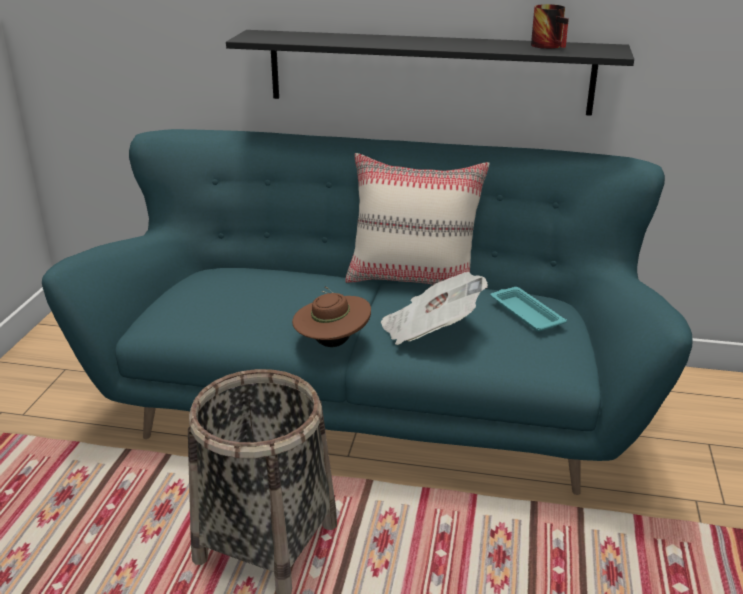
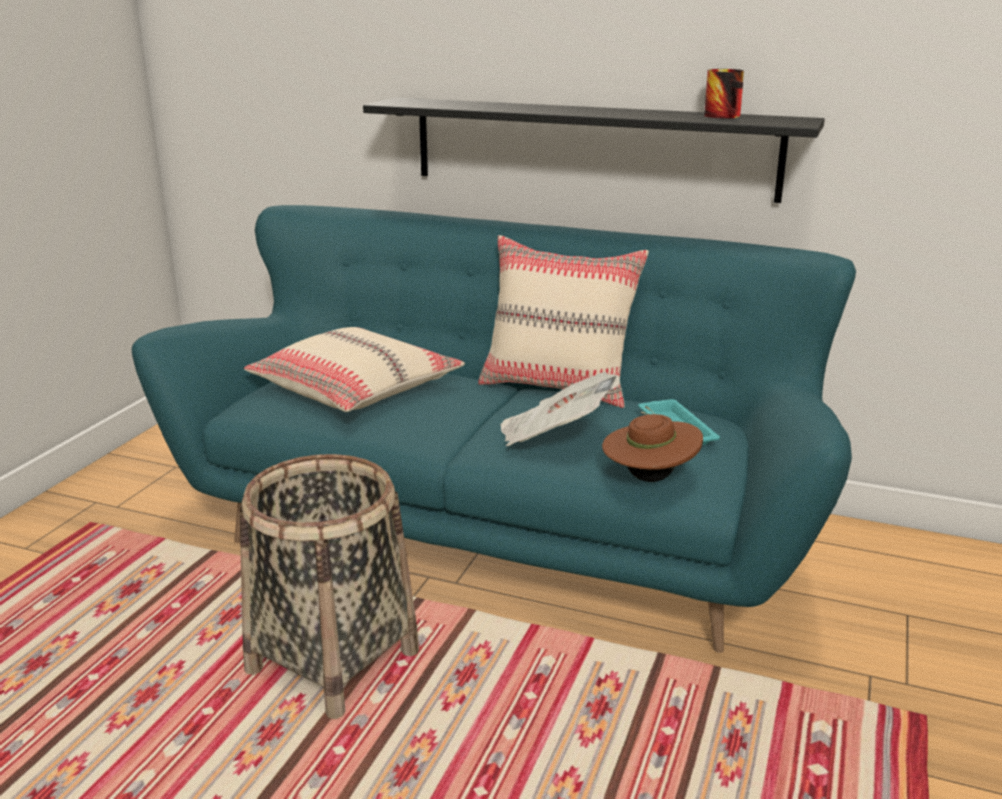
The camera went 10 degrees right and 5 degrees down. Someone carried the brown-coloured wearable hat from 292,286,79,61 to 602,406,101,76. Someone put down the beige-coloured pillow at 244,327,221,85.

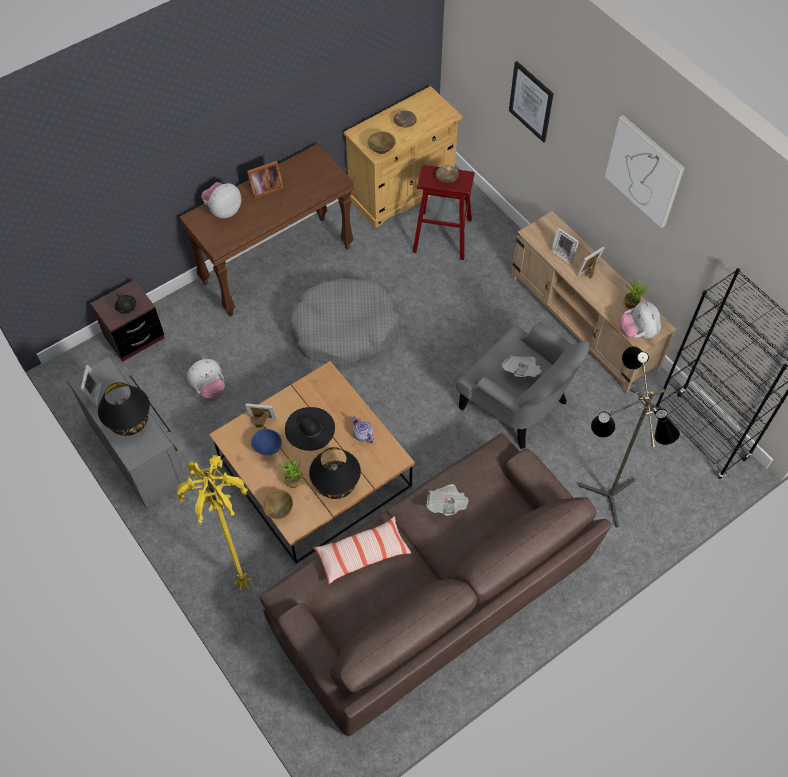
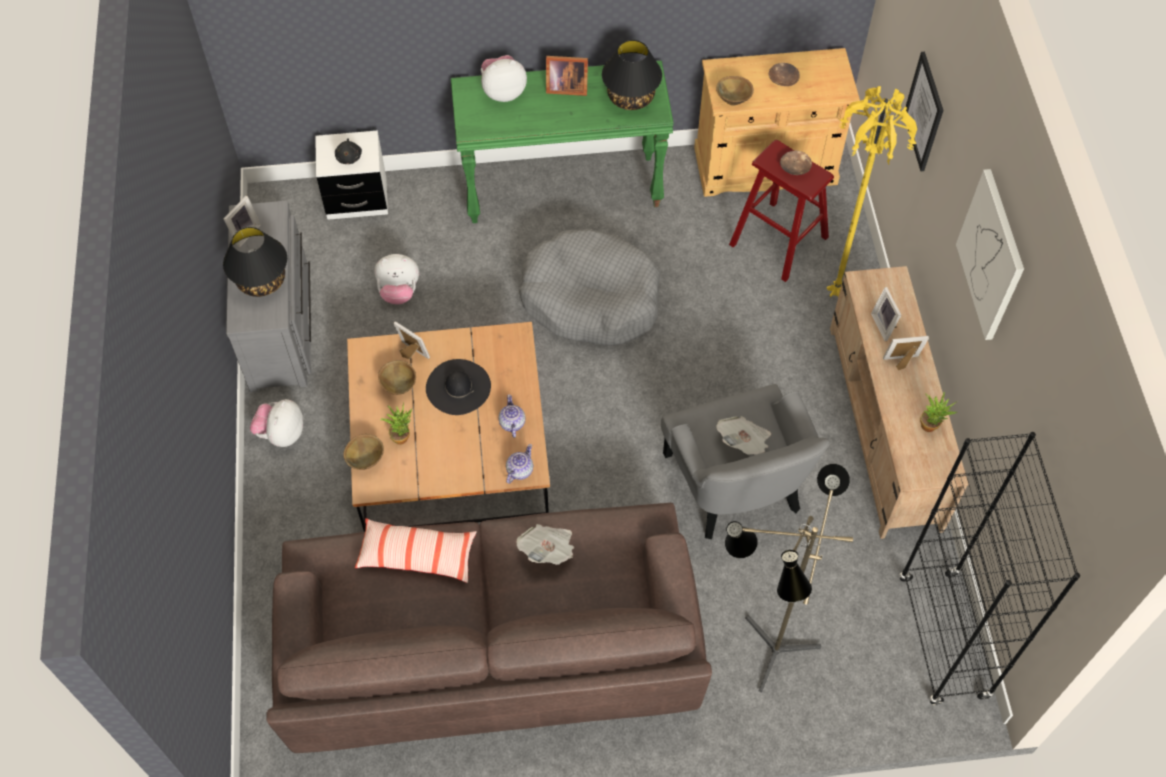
The camera went 30 degrees right and 0 degrees up. Someone repainted the brown-coloured bedside table at 90,280,75,82, which became the whitish bedside table at 315,130,73,90. Someone carried the yellow-coloured floor lamp from 176,455,76,135 to 827,86,90,211. Someone repainted the brown-coloured narrow table at 179,144,175,173, which became the greenish narrow table at 451,61,223,162. Someone repainted the blue-coloured serving bowl at 251,429,31,27, which became the brown-coloured serving bowl at 378,360,38,35. Someone carried the blackish table lamp from 309,447,52,52 to 602,40,60,70. Someone carried the cuddly toy from 619,301,42,38 to 250,399,53,48. Someone put down the tea pot at 506,444,27,40.

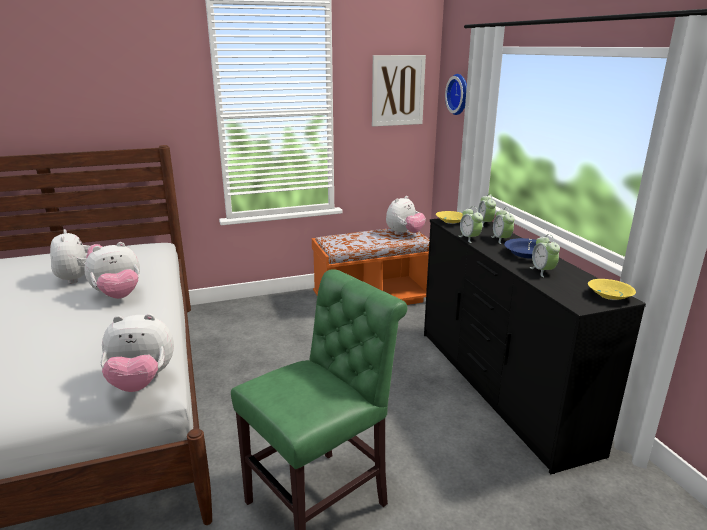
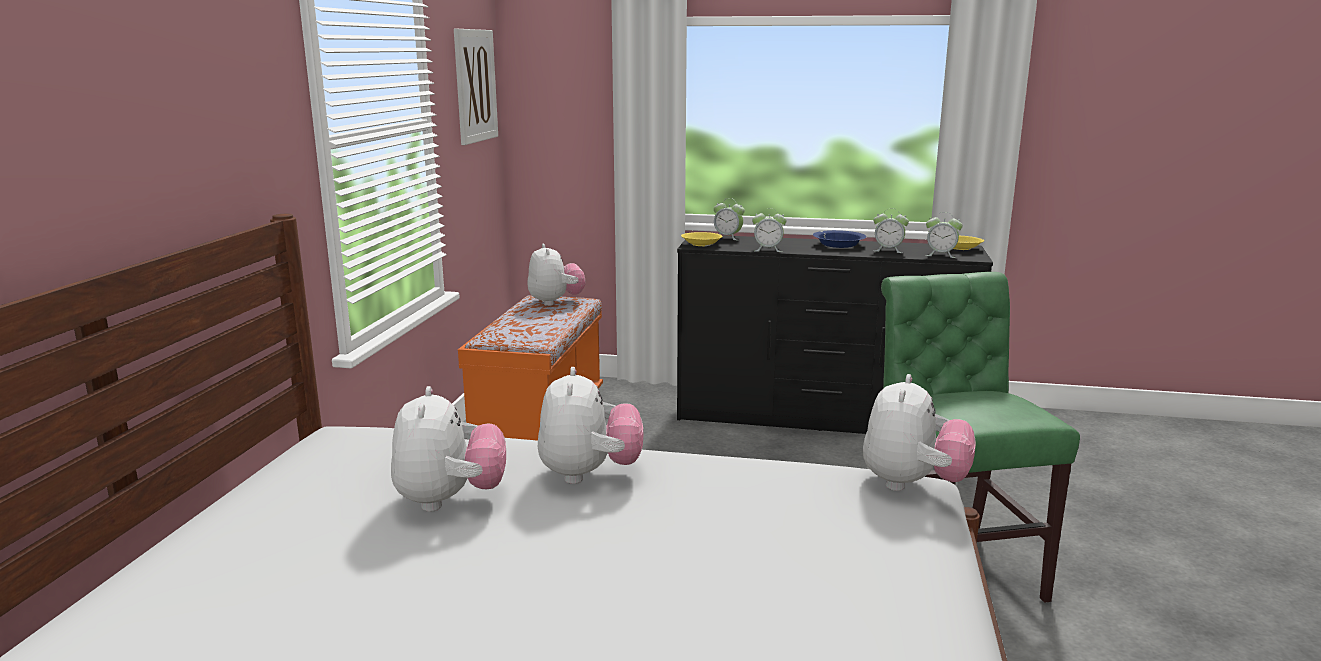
The camera went 60 degrees left and 5 degrees down. Someone rotated the cuddly toy at 50,229,52,55 by 75 degrees clockwise. Someone took away the clock on the wall at 445,74,22,41. Someone carried the table clock from 491,207,24,37 to 925,212,38,46.

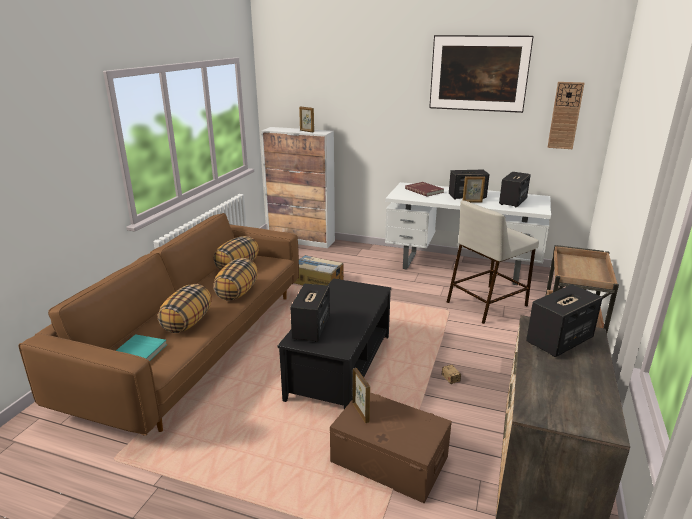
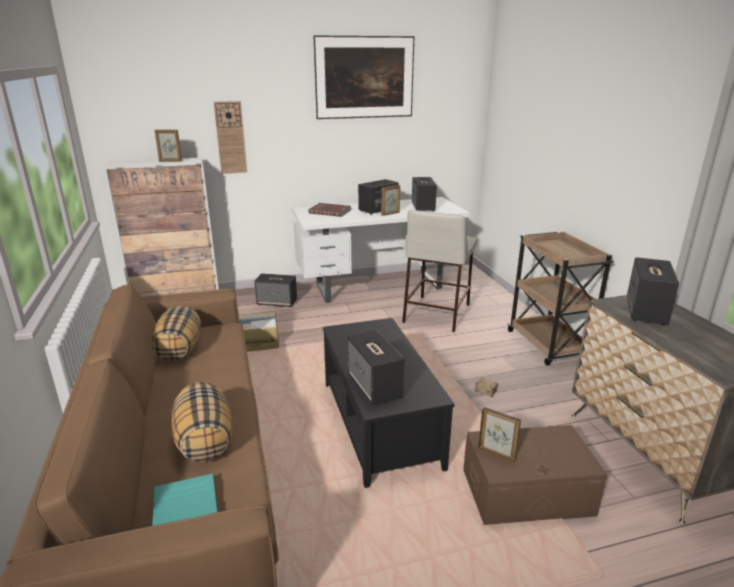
The camera went 35 degrees left and 0 degrees up. Someone took away the pillow at 213,258,45,42. Someone carried the clock on the wall from 547,82,37,67 to 213,101,34,73. Someone put down the audio speaker at 254,273,43,34.

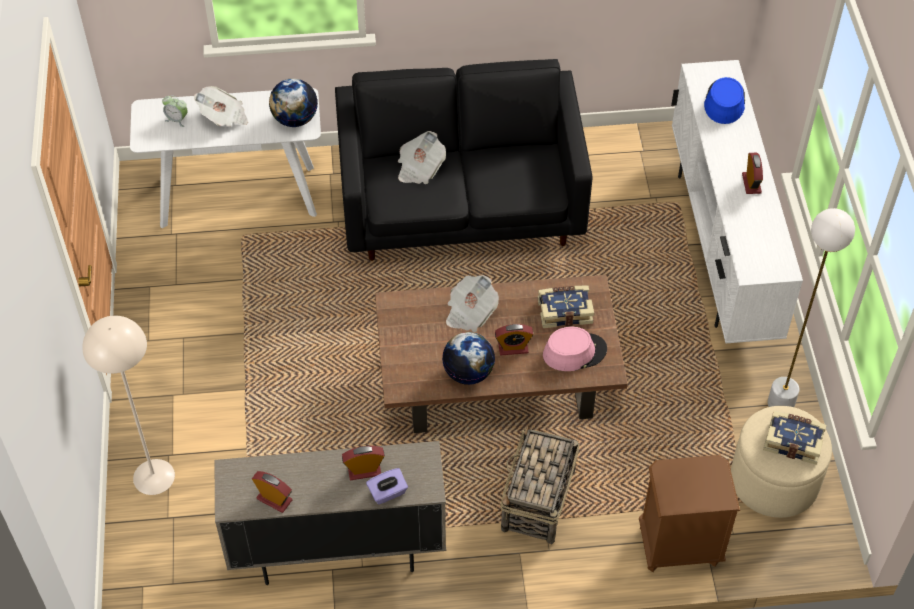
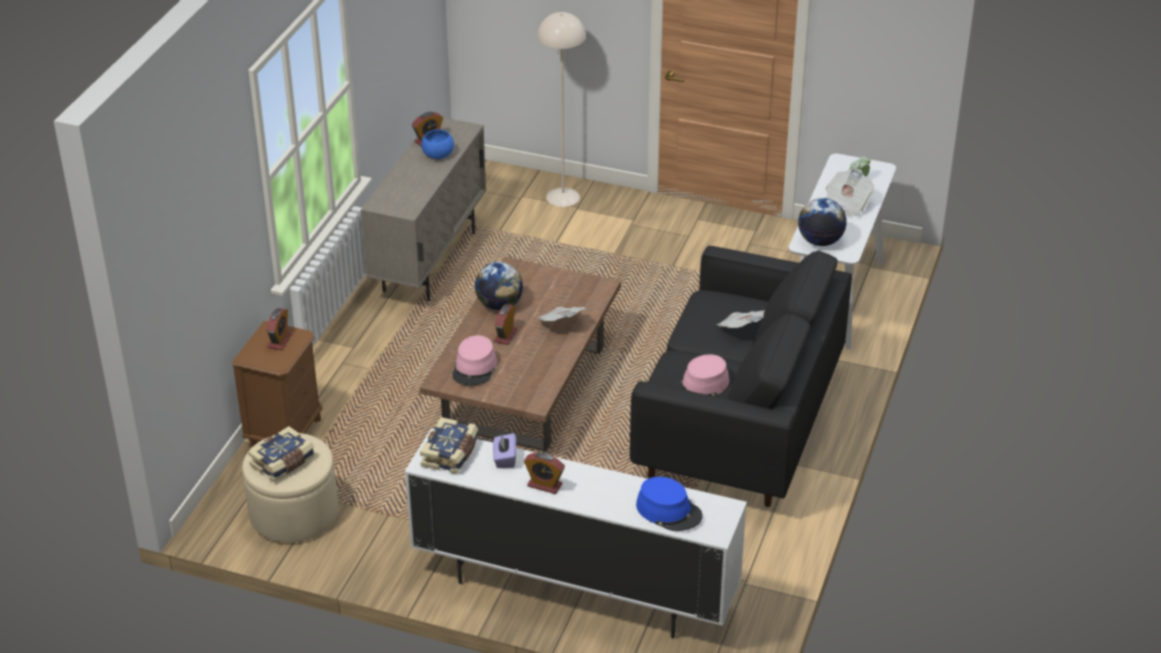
The camera went 115 degrees right and 15 degrees down. Someone carried the table clock from 342,446,43,34 to 266,308,26,42. Someone carried the purple-coloured tissue holder from 366,468,42,37 to 493,433,23,35. Someone took away the storage basket at 500,426,79,118. Someone carried the bound book from 538,286,56,42 to 420,417,58,57. Someone took away the whitish floor lamp at 767,208,88,199. Someone put down the blue-coloured serving bowl at 421,130,33,29. Someone put down the pinkish wearable hat at 674,355,55,41.

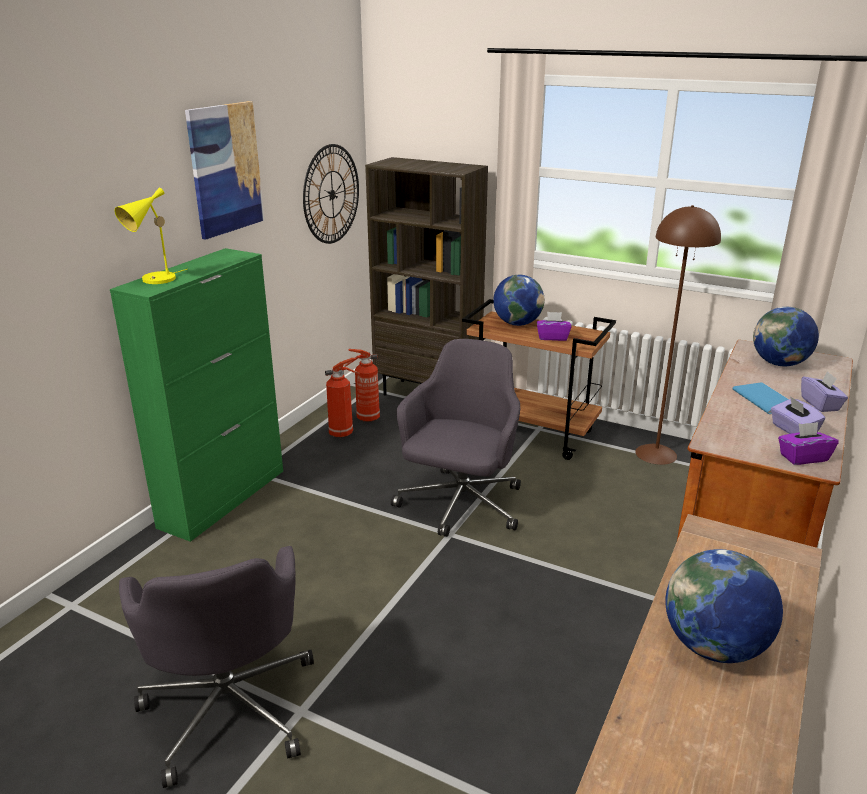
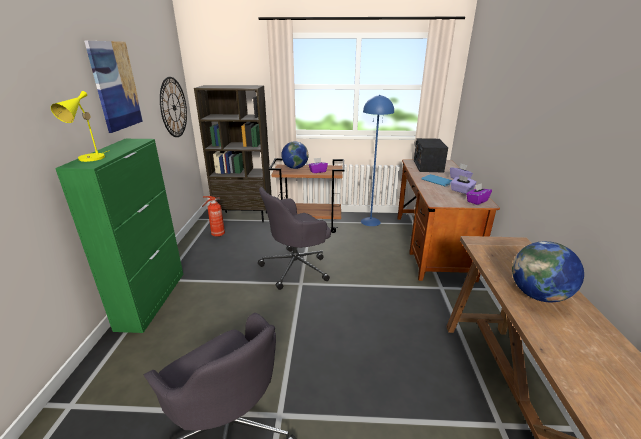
The camera went 25 degrees left and 0 degrees up. Someone took away the fire extinguisher at 325,358,35,80. Someone rotated the gray computer chair at 391,339,130,198 by 120 degrees counterclockwise. Someone repainted the brown-coloured floor lamp at 635,205,86,260, which became the blue-coloured floor lamp at 361,95,33,131. Someone swapped the globe at 753,307,66,59 for the radio set at 414,138,34,35.

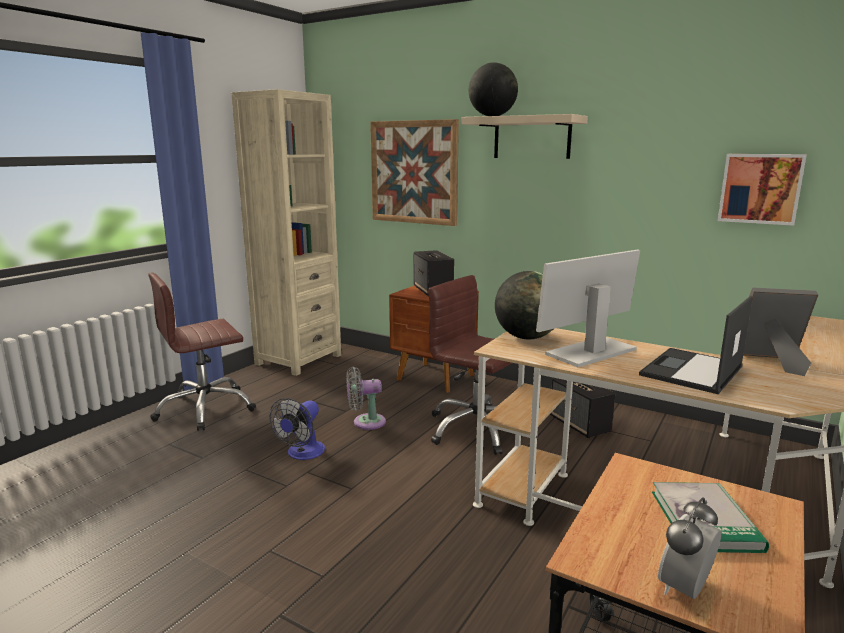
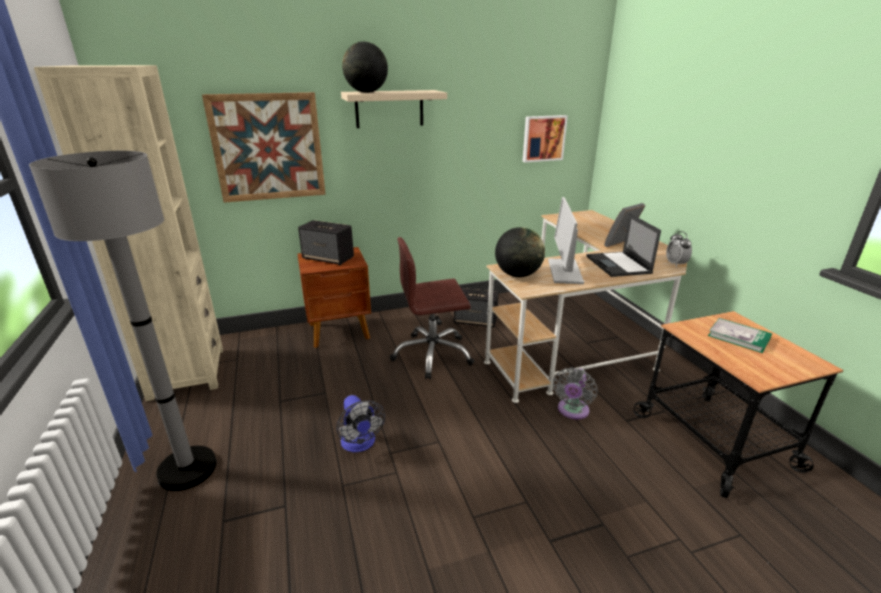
The camera went 50 degrees left and 10 degrees up. Someone swapped the brown-coloured computer chair at 148,272,108,159 for the gray floor lamp at 29,151,188,340. Someone carried the gray cooling fan from 346,367,40,63 to 553,367,44,52. Someone carried the table clock from 658,497,63,102 to 666,231,26,36.

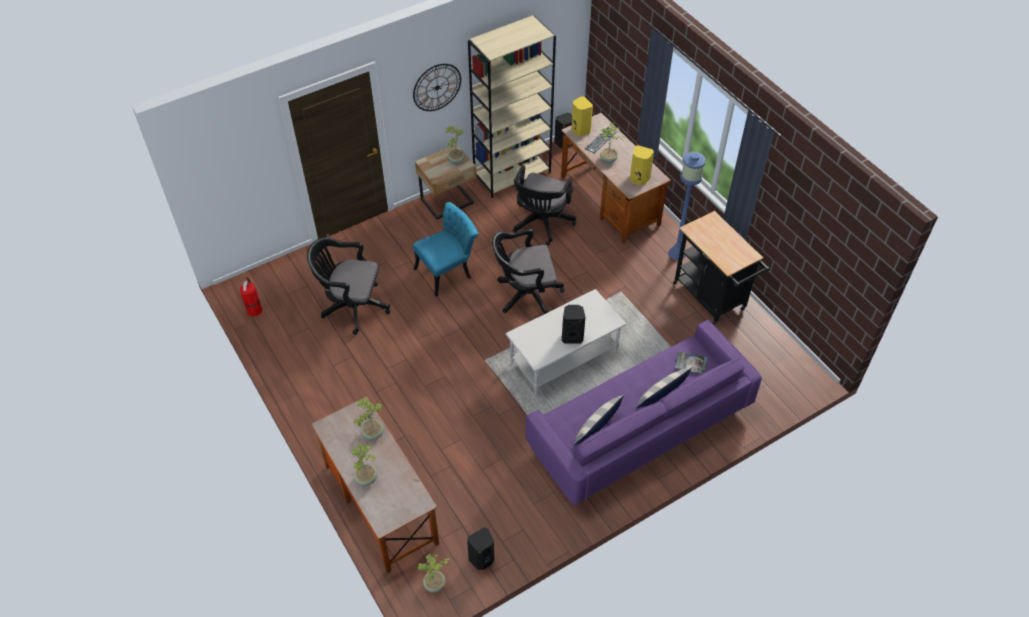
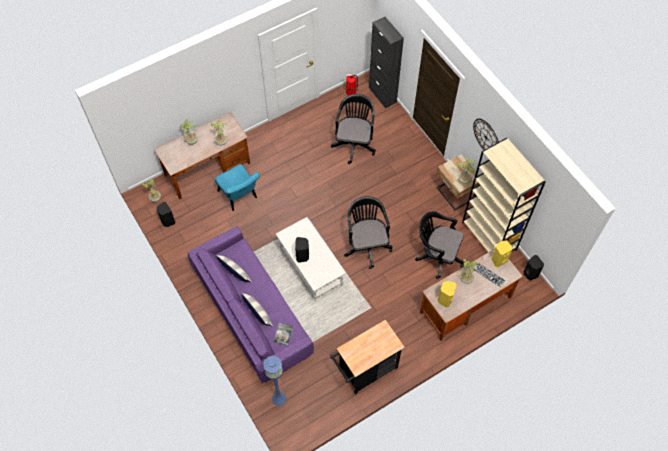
The camera went 90 degrees right and 10 degrees up. Someone carried the turquoise-coloured plain chair from 413,202,65,95 to 215,164,45,47. Someone carried the blue-coloured floor lamp from 668,152,38,108 to 264,356,22,50. Someone put down the blackish cabinet at 369,17,35,91.

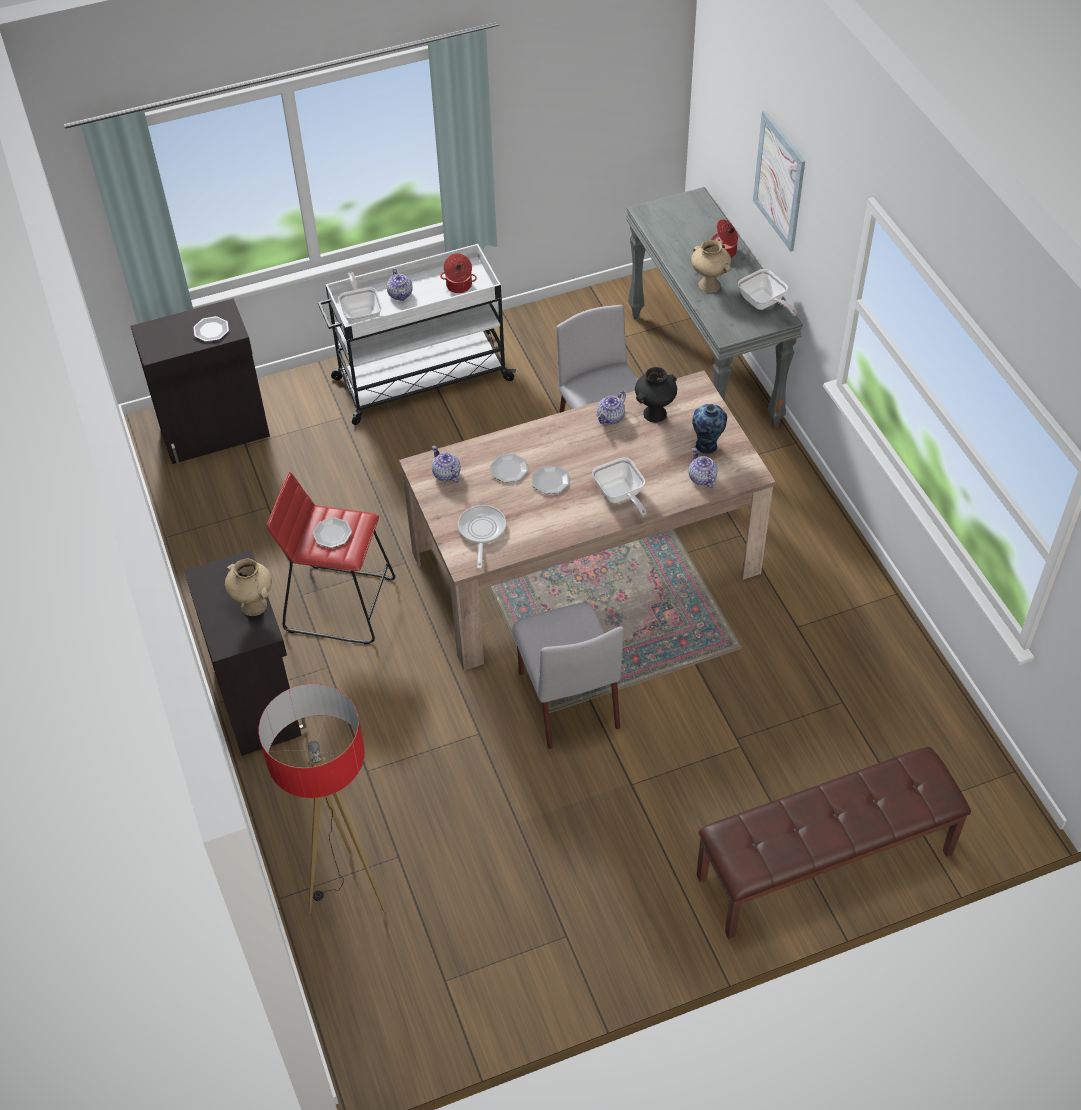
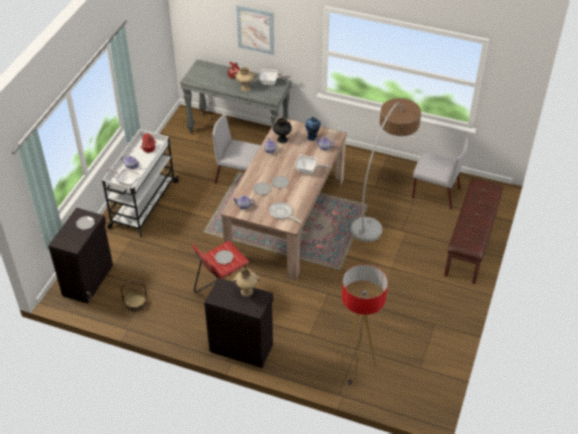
The camera went 50 degrees left and 5 degrees down. Someone carried the gray plain chair from 512,603,112,146 to 412,138,56,71. Someone put down the storage basket at 121,280,26,32. Someone put down the floor lamp at 351,98,70,144.

